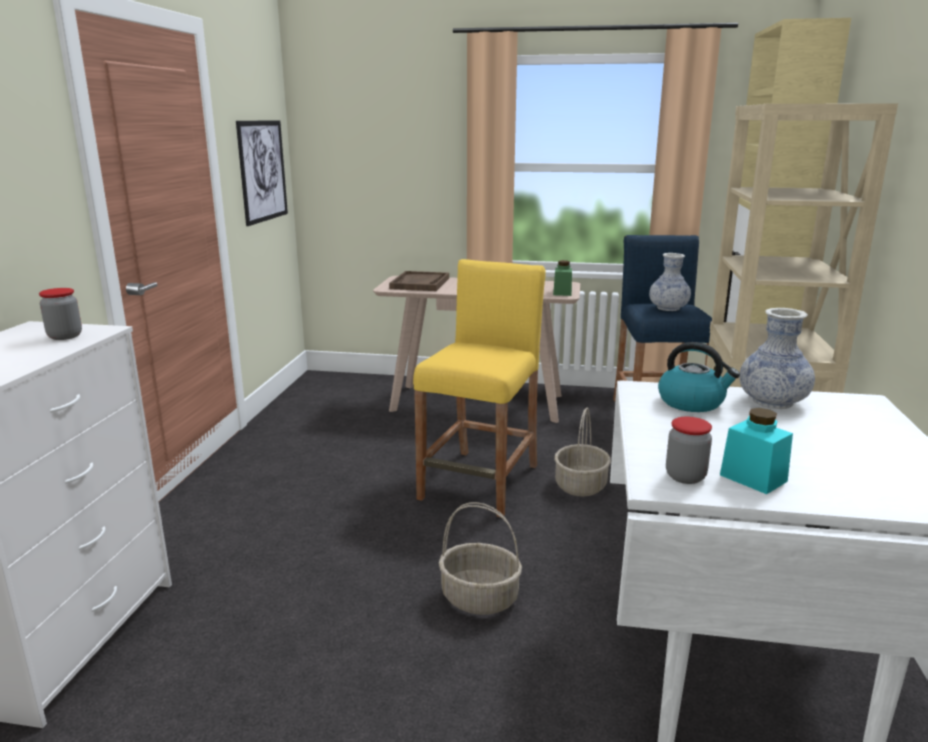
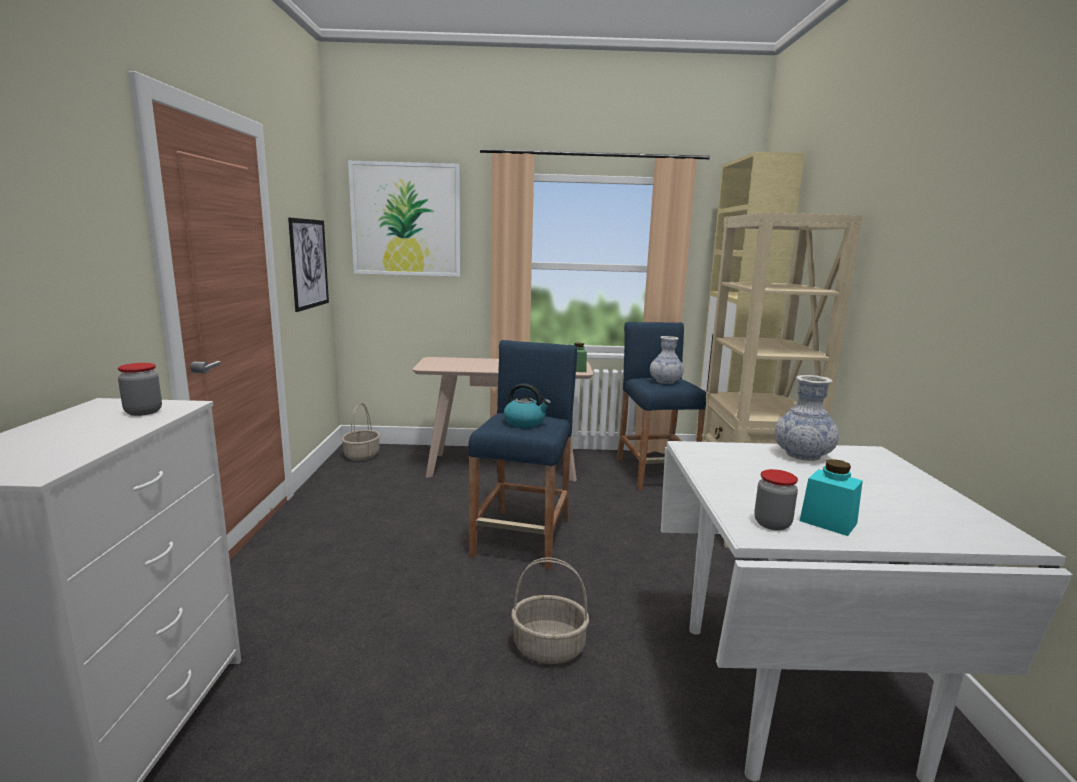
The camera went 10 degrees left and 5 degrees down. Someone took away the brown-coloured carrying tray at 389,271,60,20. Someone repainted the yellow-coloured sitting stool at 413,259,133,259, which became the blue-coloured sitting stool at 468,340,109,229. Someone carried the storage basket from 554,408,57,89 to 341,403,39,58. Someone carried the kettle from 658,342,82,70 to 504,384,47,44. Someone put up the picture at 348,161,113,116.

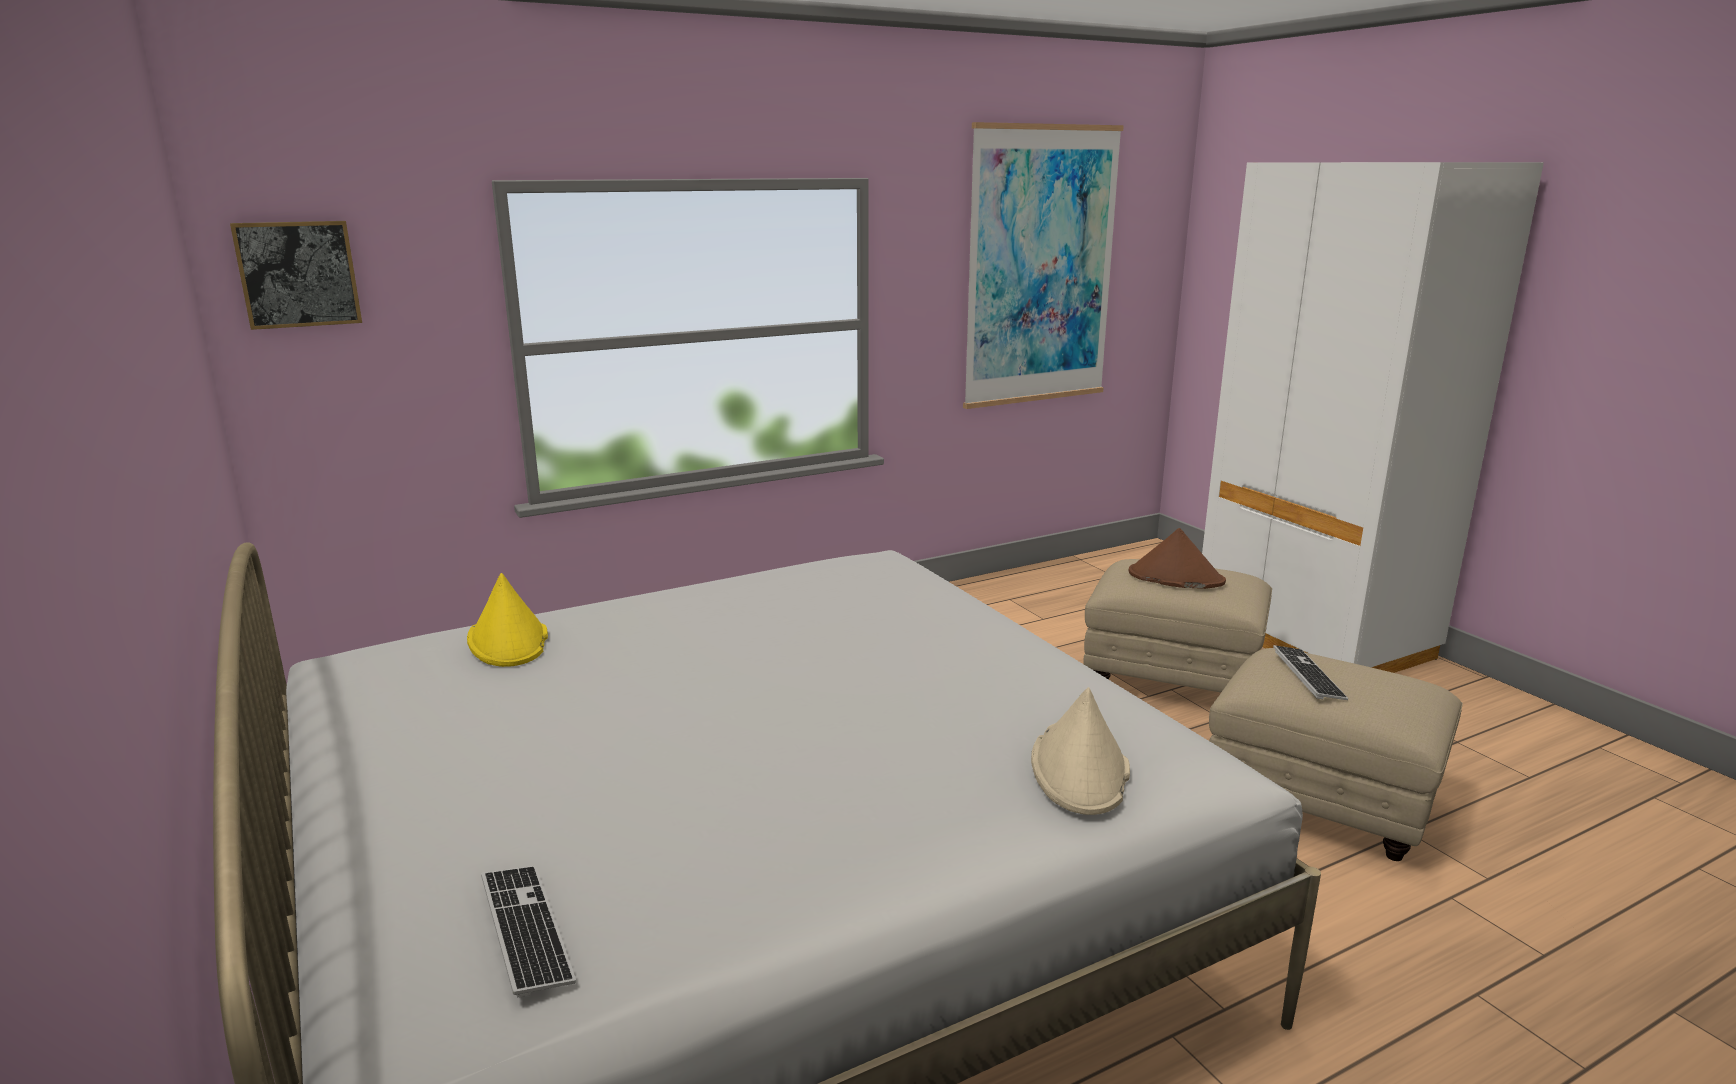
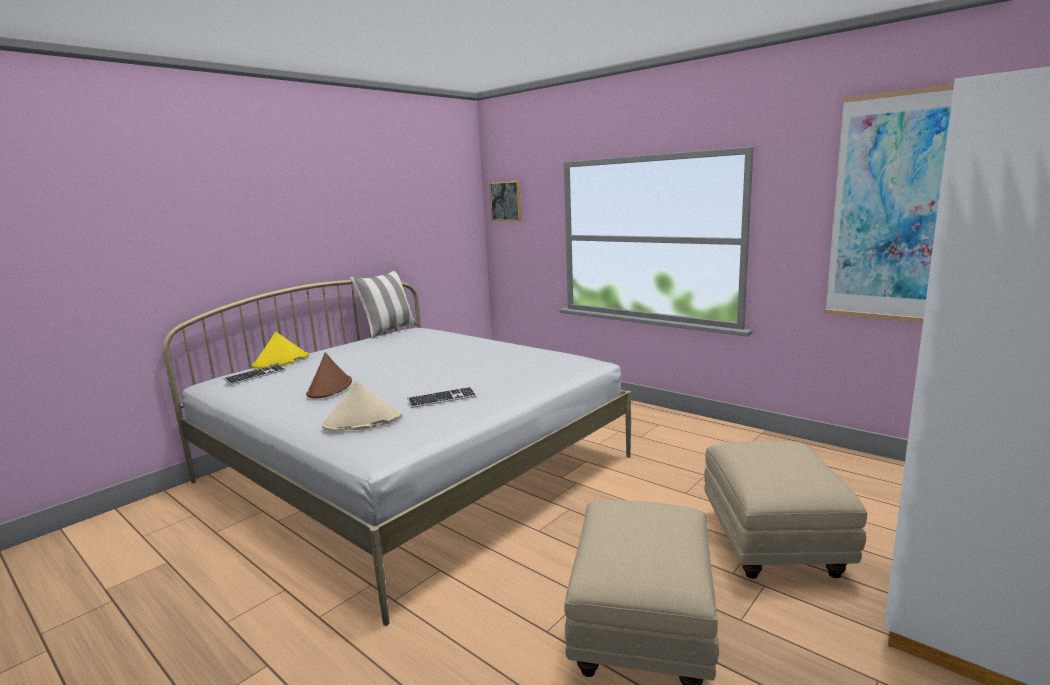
The camera went 70 degrees right and 5 degrees down. Someone carried the yellow-coloured wearable hat from 467,573,81,94 to 252,332,57,37. Someone carried the brown-coloured wearable hat from 1129,528,97,61 to 306,352,46,46. Someone carried the keyboard from 1273,645,75,55 to 407,387,70,21. Someone put down the pillow at 350,268,68,71.

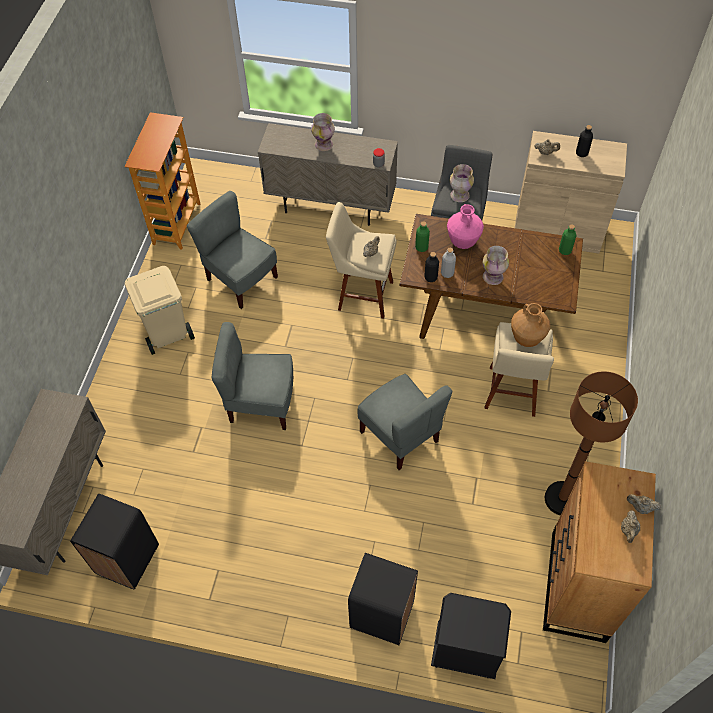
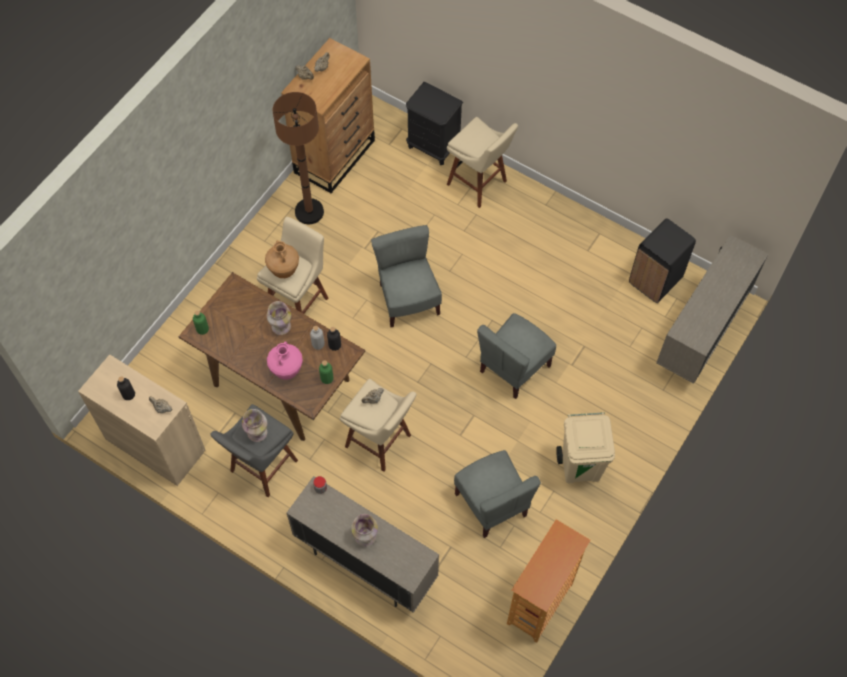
The camera went 160 degrees left and 5 degrees up. Someone rotated the gray plain chair at 211,322,82,108 by 105 degrees clockwise. Someone swapped the blackish rubbish bin at 348,553,70,92 for the beige-coloured sitting stool at 447,117,71,91.

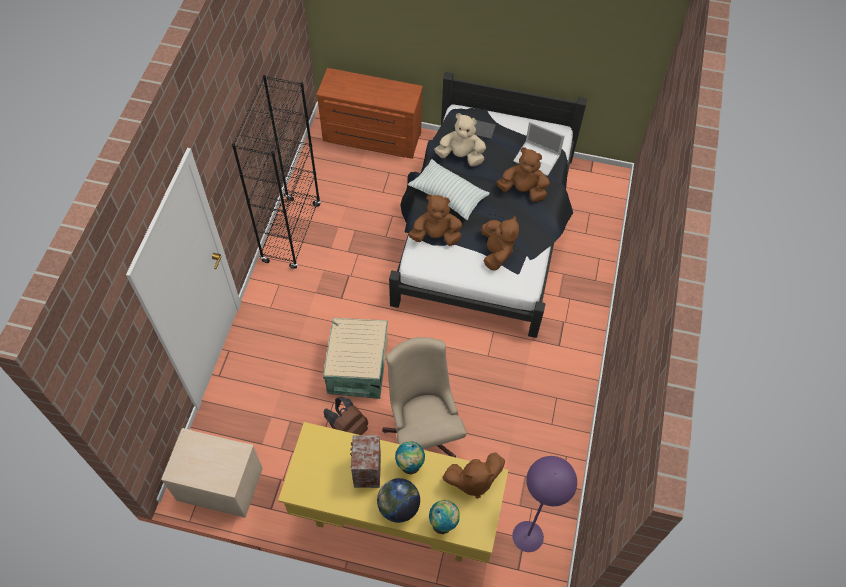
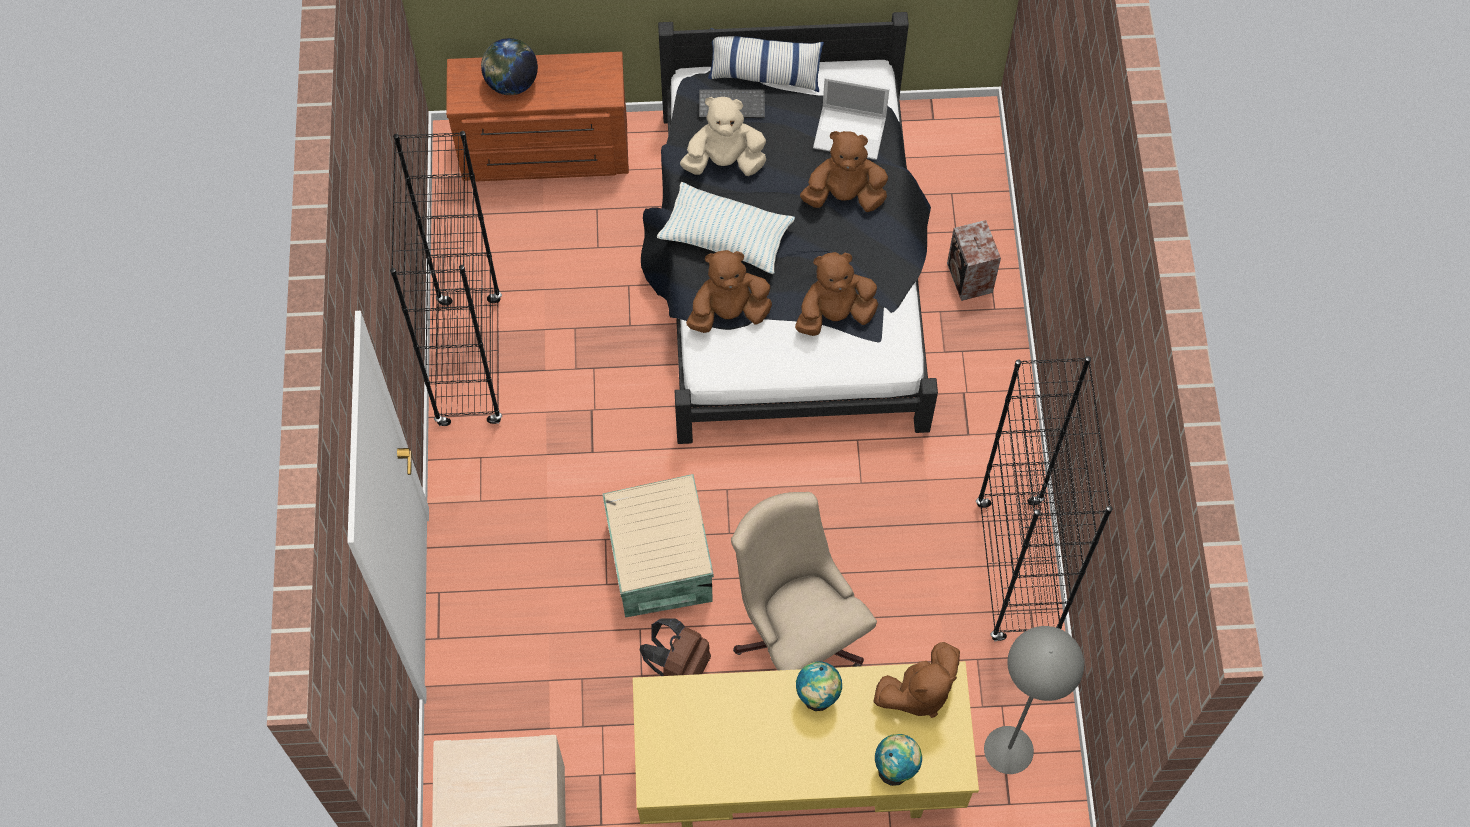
The camera went 15 degrees left and 5 degrees up. Someone carried the audio speaker from 350,435,31,53 to 947,220,54,81. Someone carried the globe from 377,478,43,45 to 481,38,57,57. Someone rotated the brown-coloured cuddly toy at 481,215,38,56 by 90 degrees counterclockwise. Someone repainted the purple-coloured floor lamp at 512,456,65,96, which became the gray floor lamp at 984,626,100,148. Someone put down the pillow at 708,28,116,64. Someone put down the blackish bookshelf at 976,356,136,286.

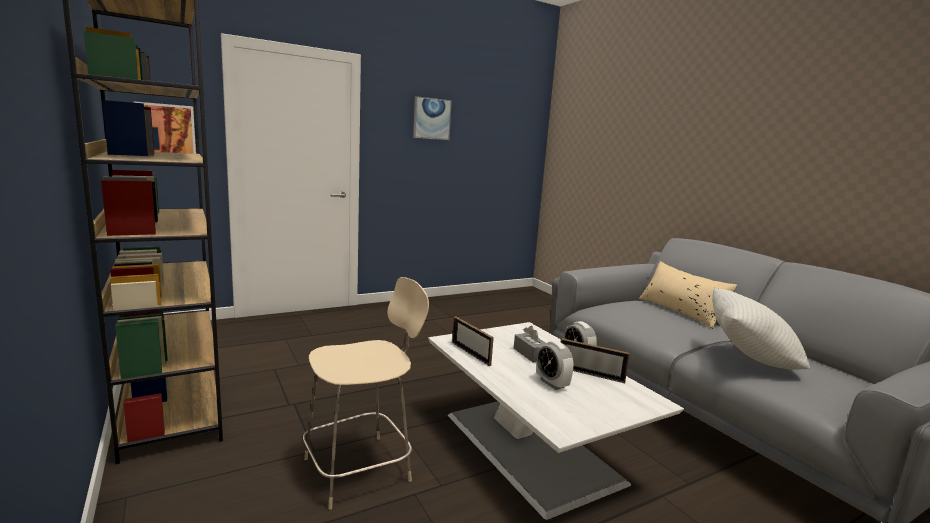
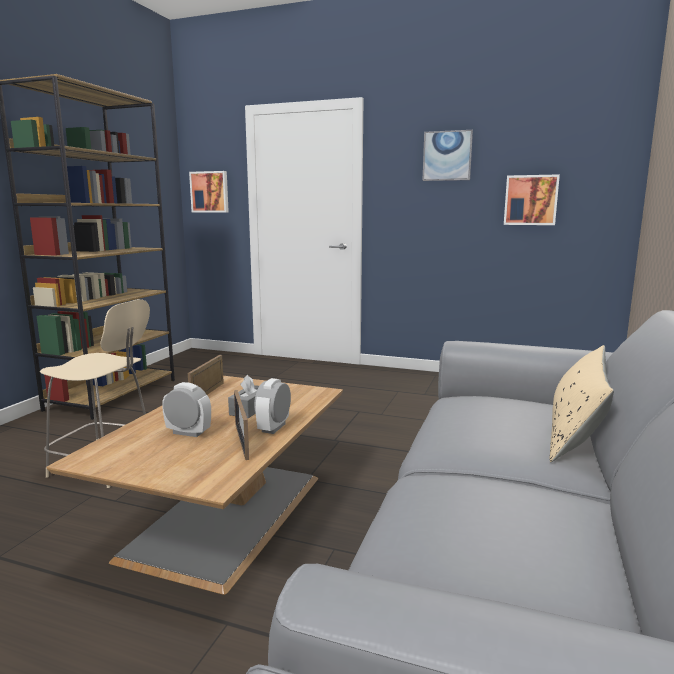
The camera went 50 degrees right and 0 degrees up. Someone repainted the whitish low table at 428,322,256,198, which became the brown-coloured low table at 46,376,297,219. Someone rotated the table clock at 536,341,38,49 by 90 degrees clockwise. Someone took away the whitish pillow at 712,288,98,82. Someone put up the picture at 504,174,56,51.

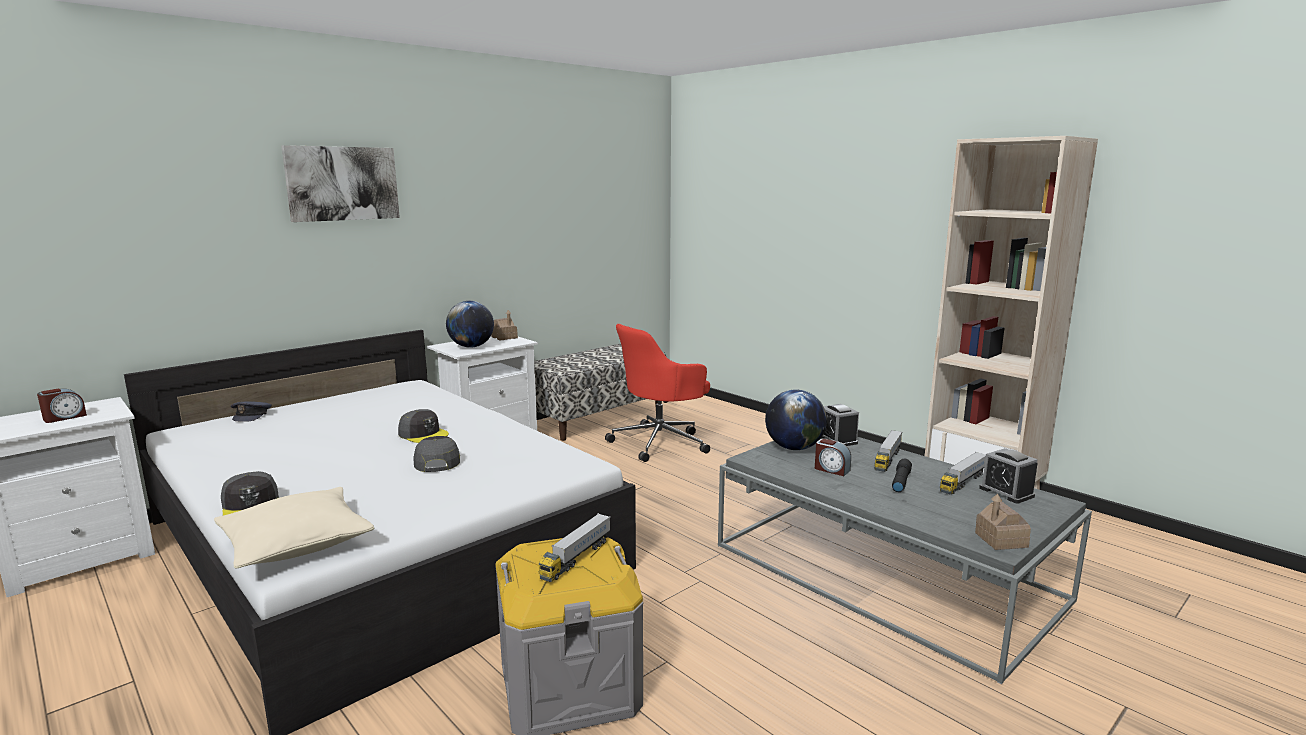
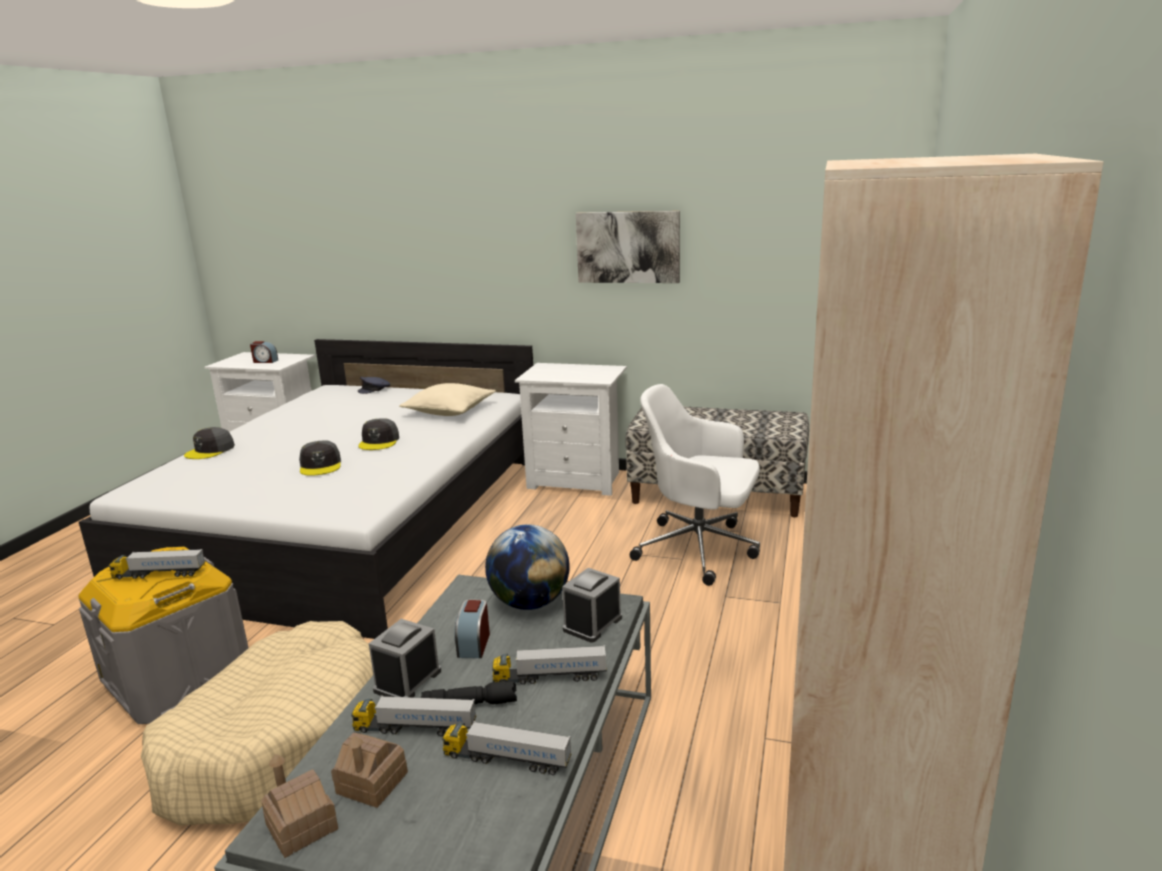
The camera went 60 degrees right and 5 degrees up. Someone carried the beige-coloured pillow from 214,487,160,82 to 399,383,97,33. Someone carried the picture from 282,145,118,77 to 576,211,104,72. Someone rotated the gray cap at 413,436,47,36 by 120 degrees clockwise. Someone took away the globe at 446,301,48,47. Someone carried the miniature house from 491,310,27,31 to 331,733,77,75. Someone repainted the reddish computer chair at 605,324,105,138, which became the whitish computer chair at 630,384,130,202. Someone carried the table clock from 979,448,59,55 to 369,619,72,78. Someone put down the beige-coloured pet bed at 141,621,232,205. Someone put down the model truck at 351,695,125,41.

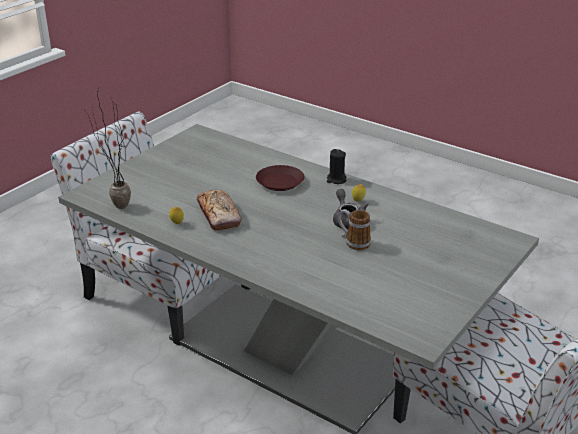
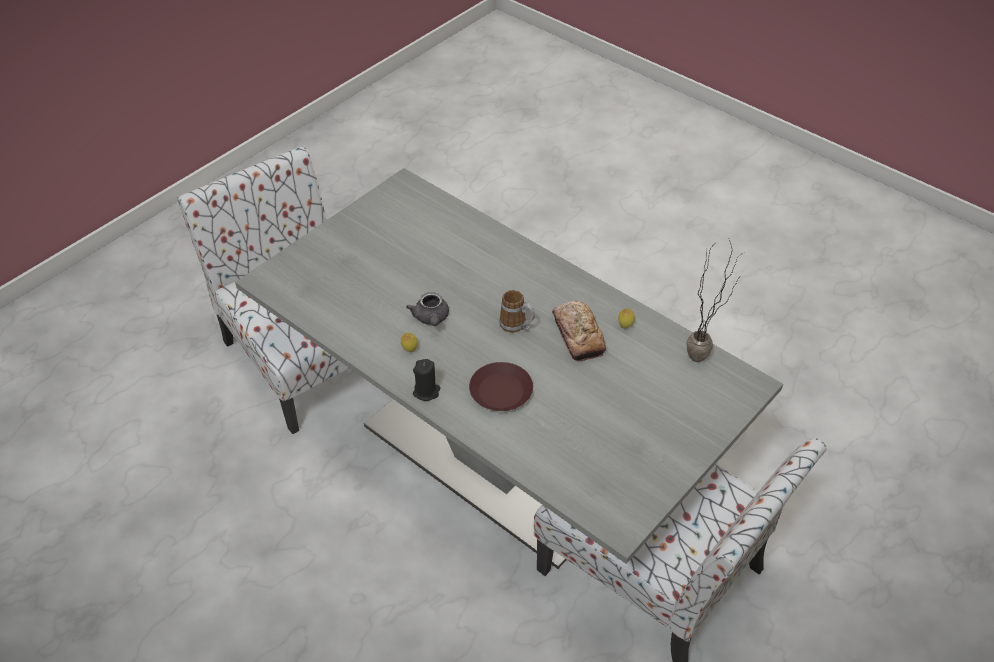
The camera went 175 degrees left and 15 degrees up. Someone carried the tea mug from 338,209,33,41 to 499,290,36,43.

